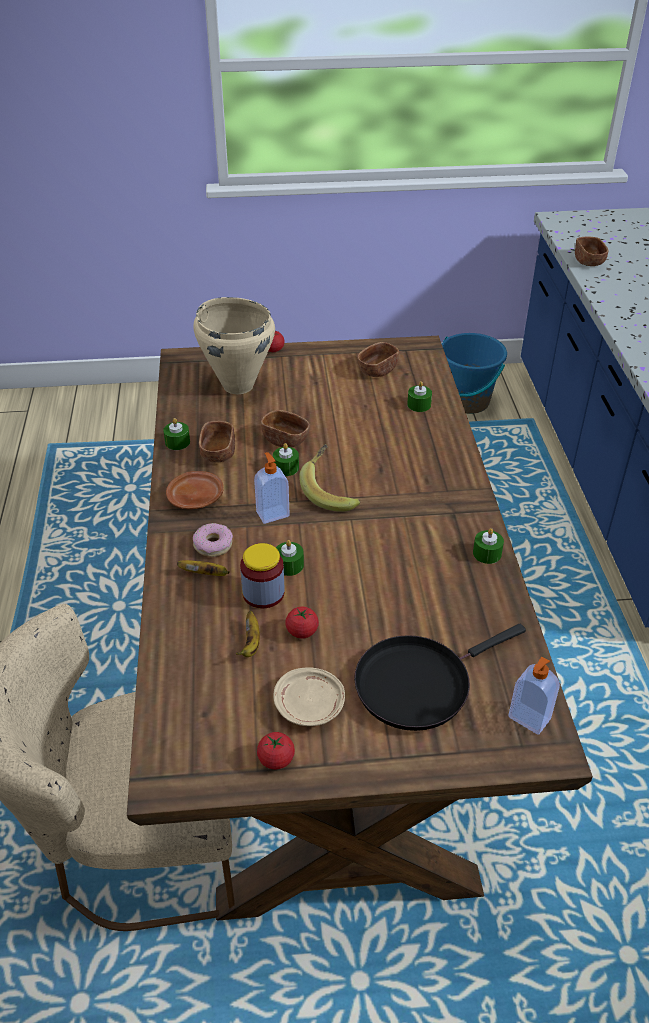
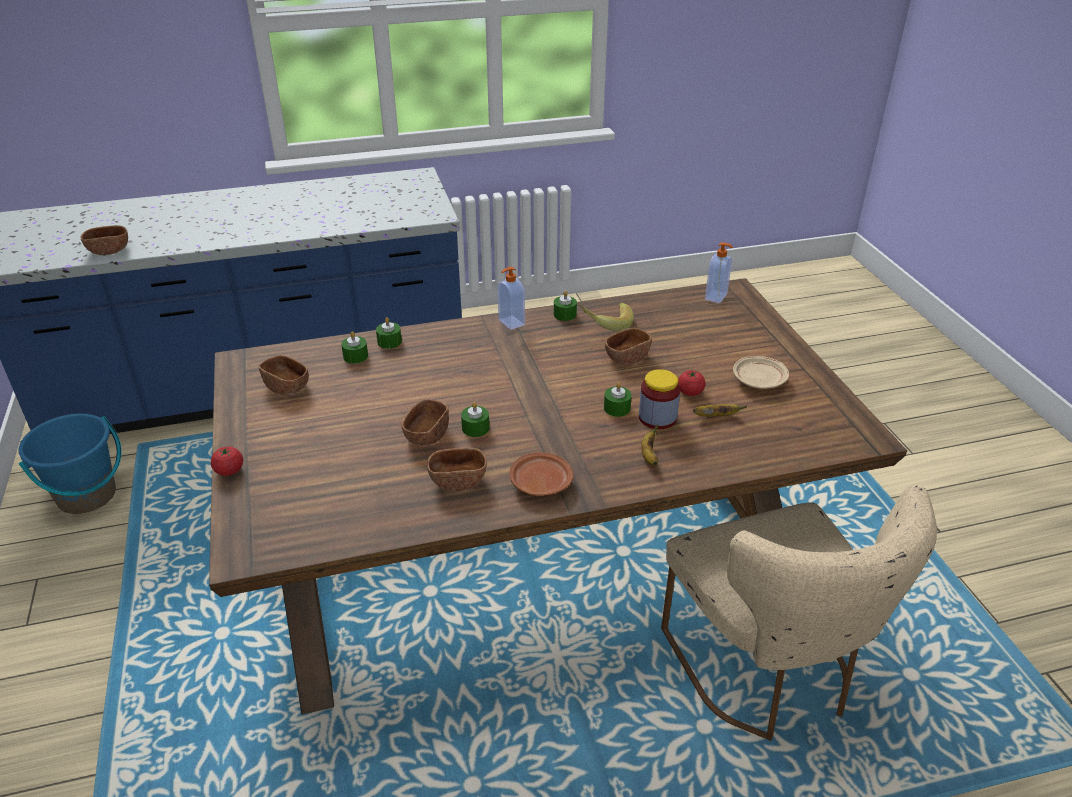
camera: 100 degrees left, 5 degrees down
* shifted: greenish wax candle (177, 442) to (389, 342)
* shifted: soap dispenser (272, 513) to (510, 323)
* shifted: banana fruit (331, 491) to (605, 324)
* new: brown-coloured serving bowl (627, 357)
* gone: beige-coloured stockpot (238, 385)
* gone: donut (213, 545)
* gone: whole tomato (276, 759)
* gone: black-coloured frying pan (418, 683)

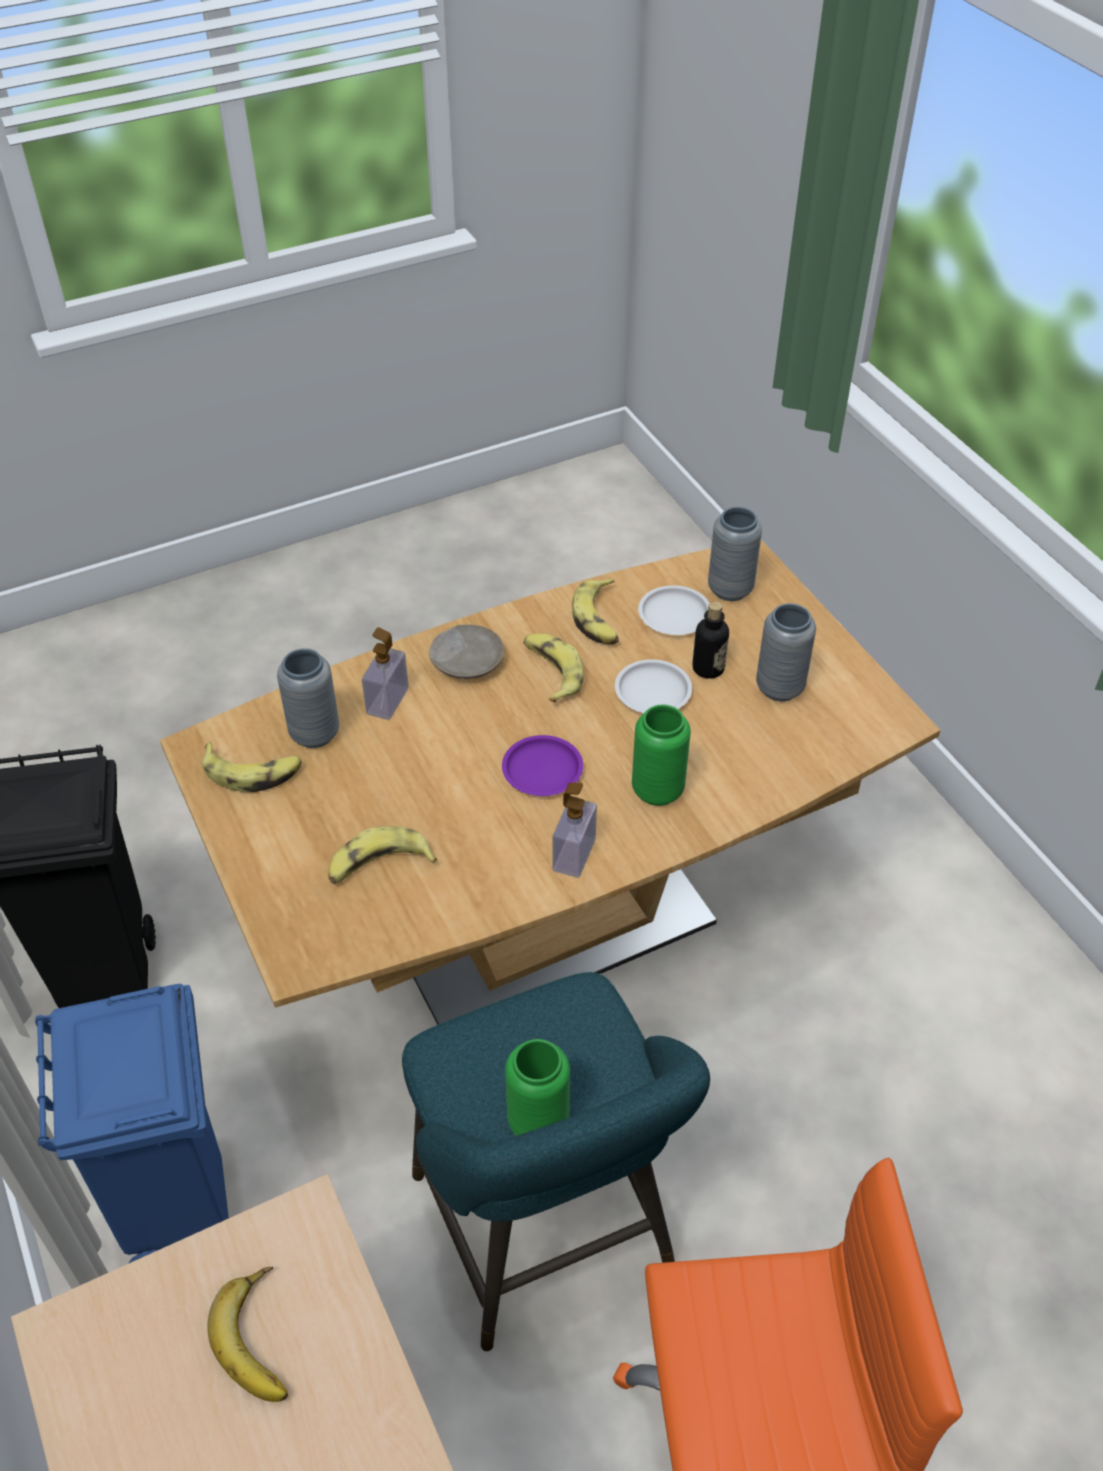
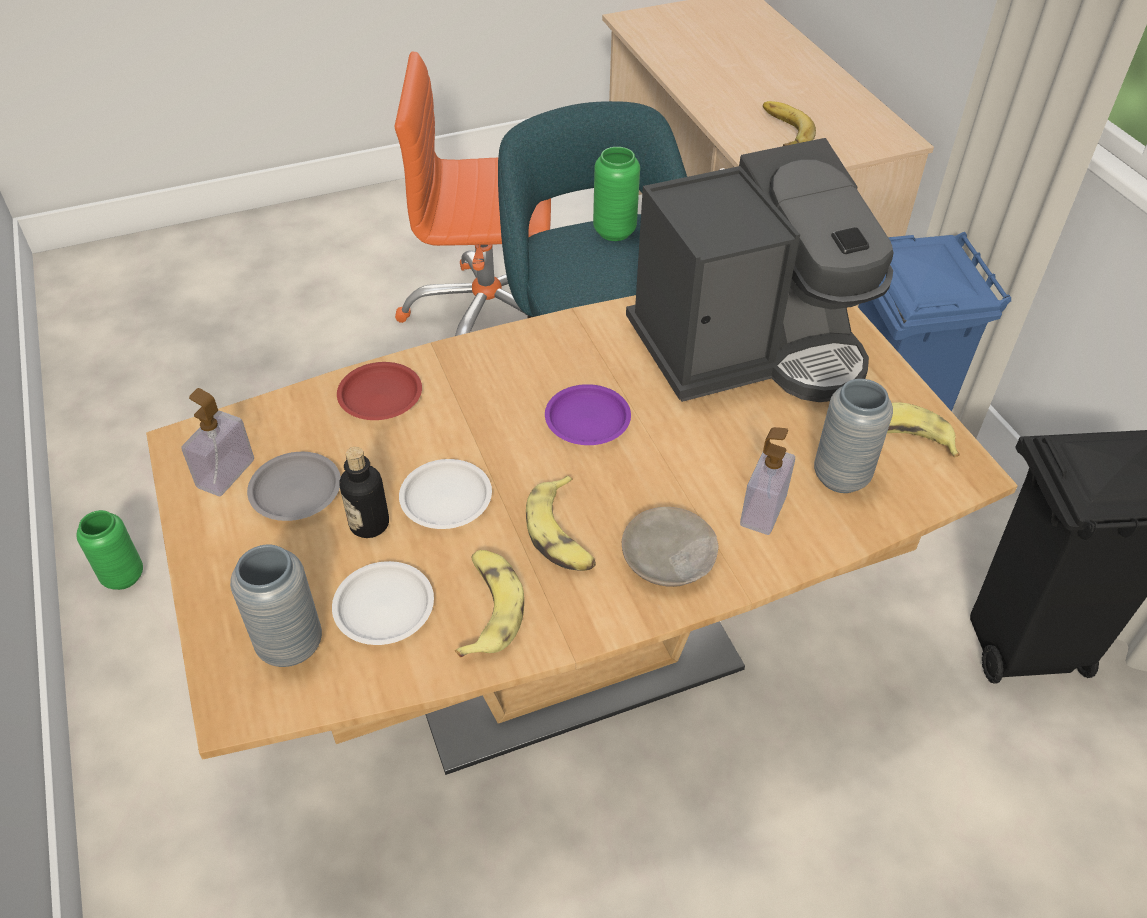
camera: 175 degrees left, 0 degrees up
* shifted: greenish decorative vase (657, 791) to (123, 576)
* shifted: soap dispenser (574, 855) to (226, 473)
* swapped: greyish decorative vase (779, 688) to greyish flat dish (295, 491)
* new: red-coloured flat dish (380, 395)
* swapped: banana fruit (378, 865) to coffee brewer (749, 347)

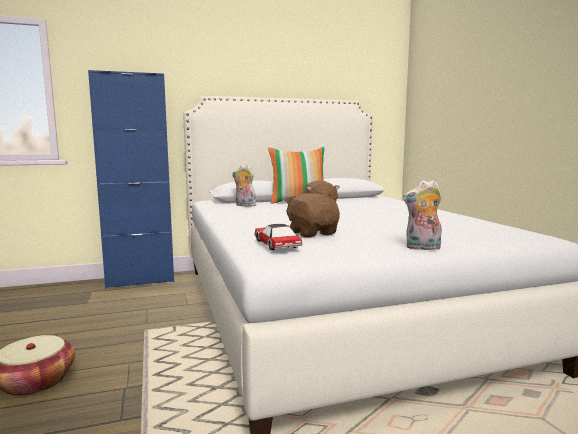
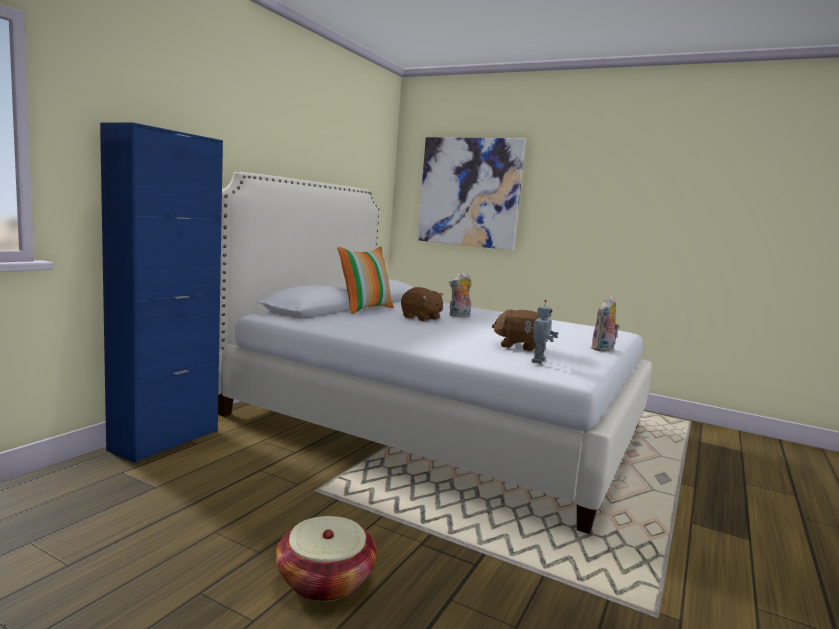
camera: 45 degrees left, 0 degrees up
* new: picture (469, 192)
* shifted: soft toy (244, 205) to (459, 316)
* swapped: model car (277, 244) to toy robot (537, 361)

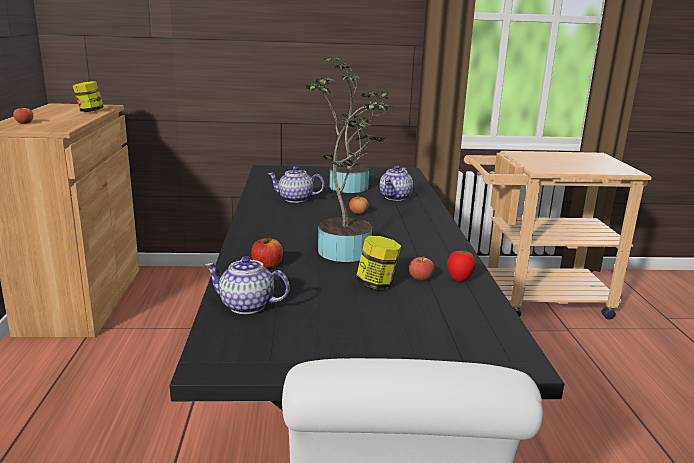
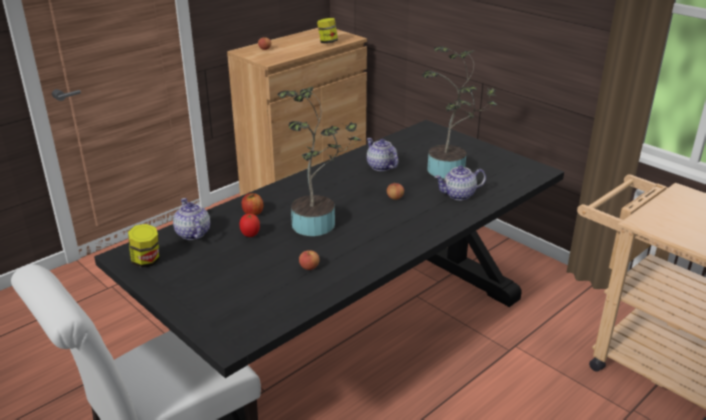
camera: 50 degrees right, 10 degrees up
* shifted: preserve jar (377, 284) to (146, 261)
* shifted: whole tomato (459, 279) to (250, 235)

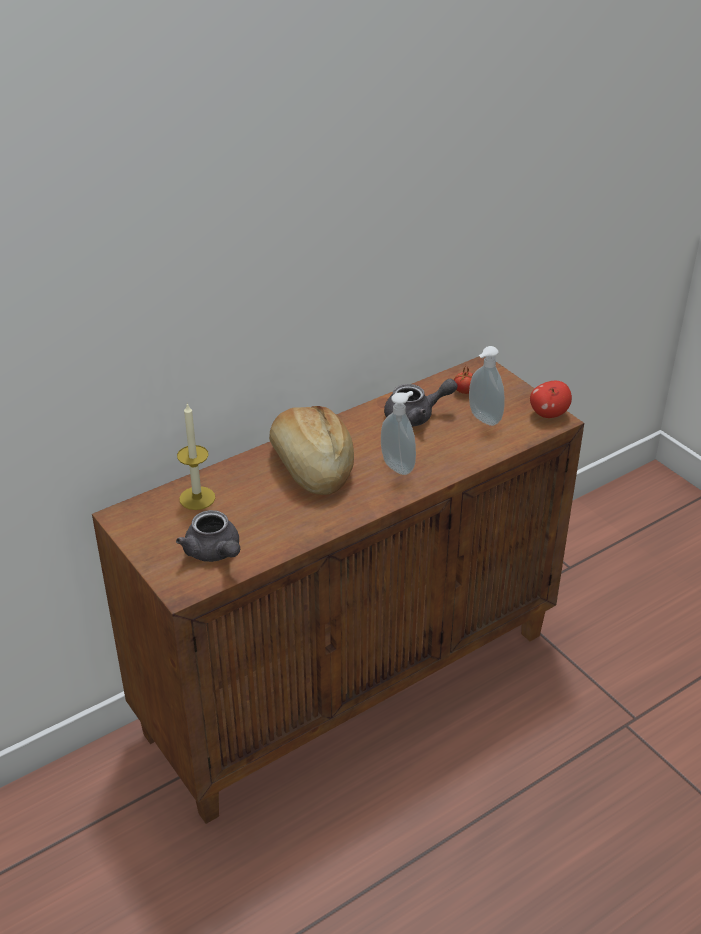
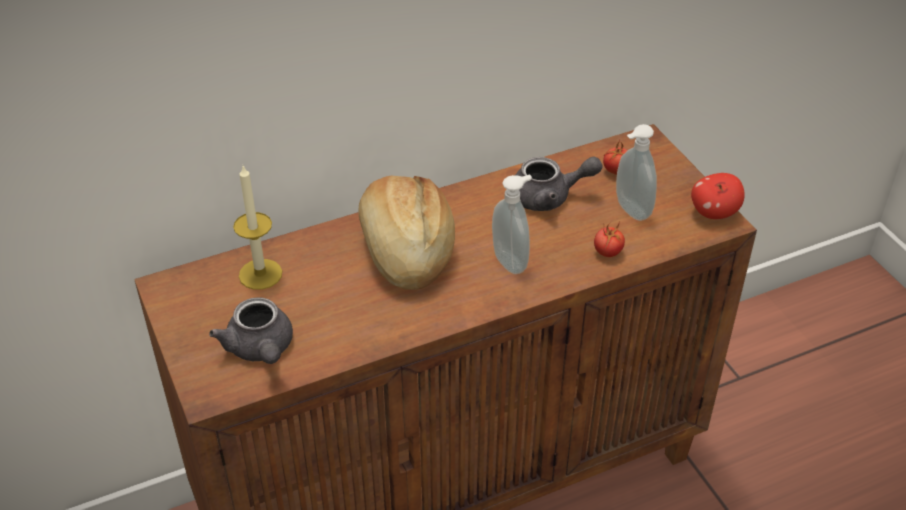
camera: 10 degrees right, 5 degrees up
* new: whole tomato (607, 252)

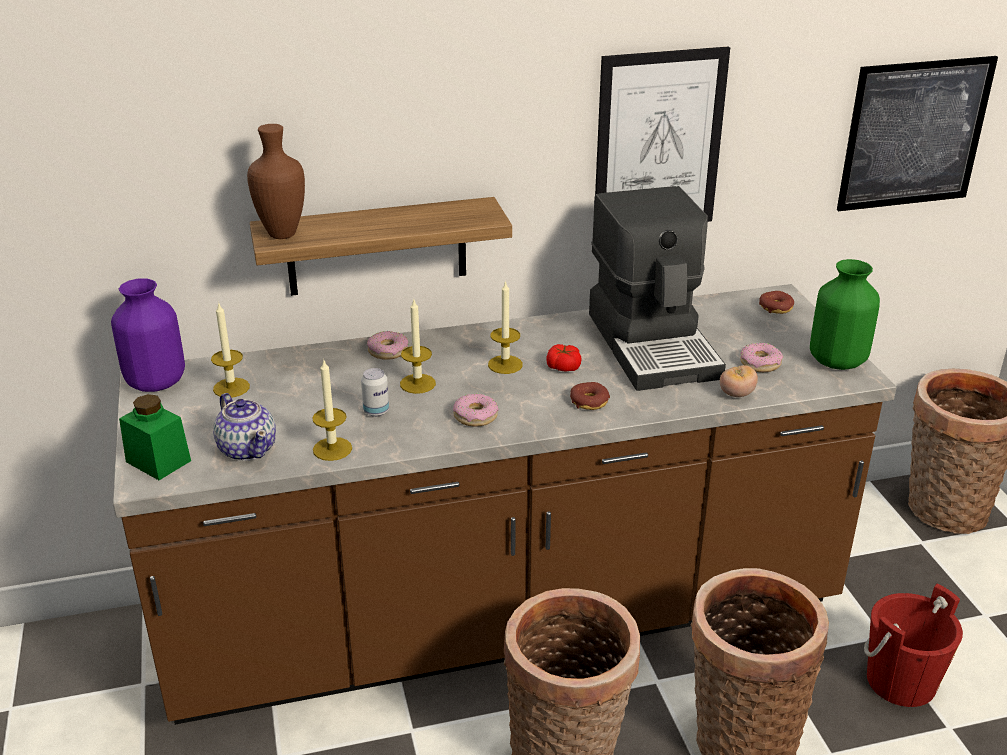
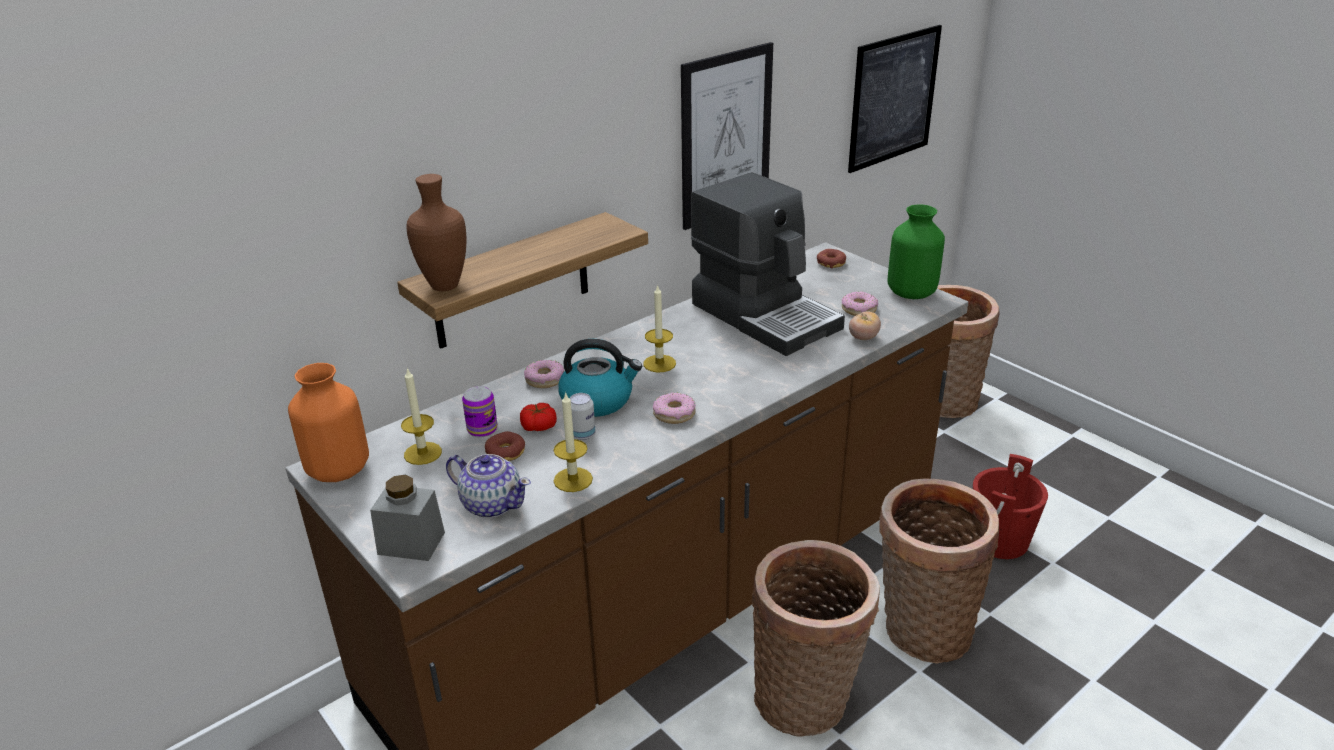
camera: 25 degrees left, 0 degrees up
* repainted: purplish decorative vase (156, 381) to orangey decorative vase (338, 469)
* repainted: greenish preserve jar (158, 461) to greyish preserve jar (411, 543)
* new: can (482, 429)
* shifted: donut (589, 401) to (506, 452)
* shifted: whole tomato (563, 367) to (539, 426)
* swapped: wax candle (417, 383) to kettle (598, 400)

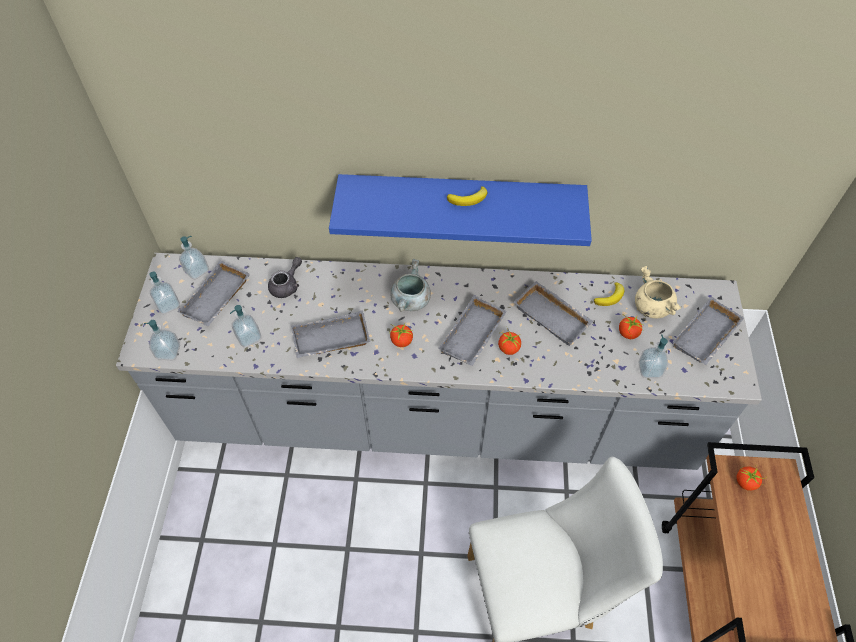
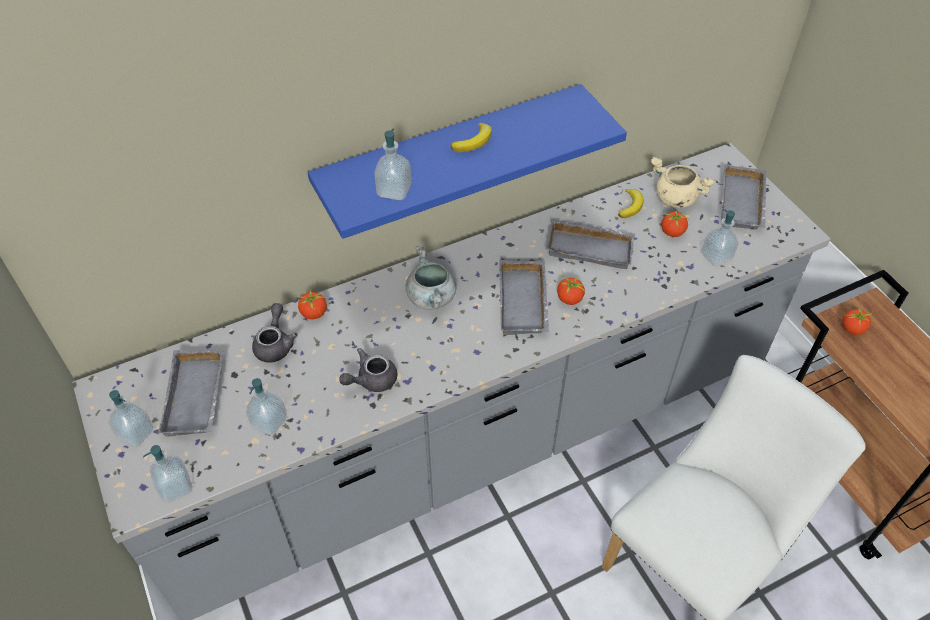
camera: 30 degrees left, 5 degrees down
* shifted: whole tomato (401, 341) to (313, 313)
* swapped: greyish carrying tray (330, 341) to greyish pot for tea (371, 380)
* shifted: soap dispenser (197, 270) to (394, 190)

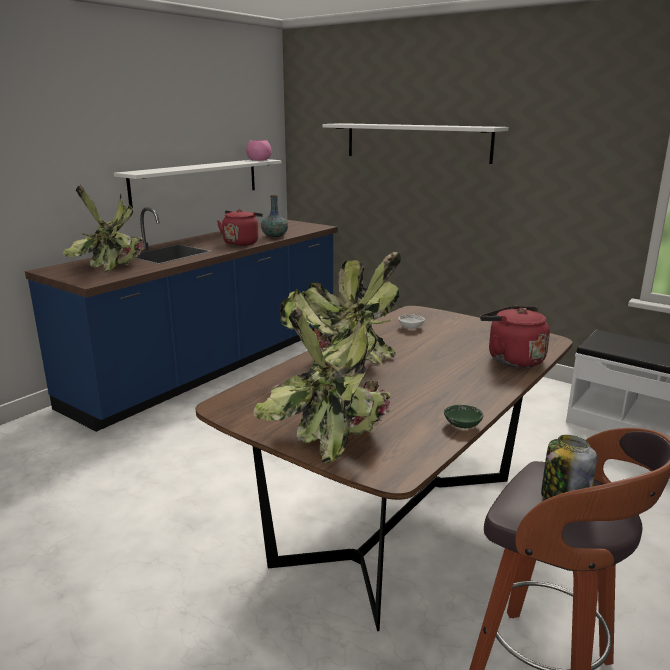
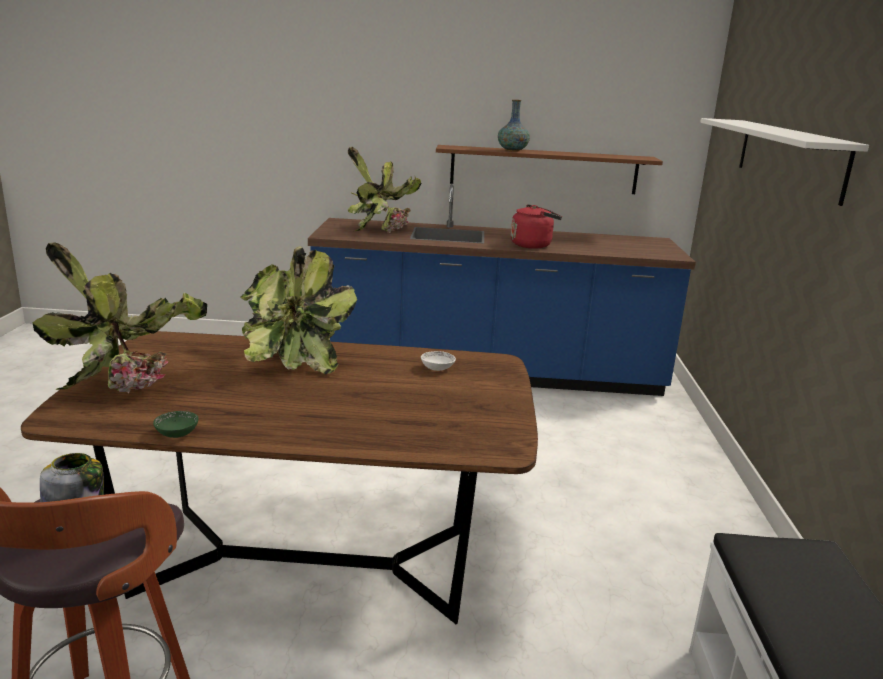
camera: 55 degrees right, 0 degrees up
* repainted: white bracket shelf (196, 181) to brown-coloured bracket shelf (543, 169)
* shifted: decorative vase (274, 237) to (512, 150)
* gone: pink-coloured serving bowl (259, 160)
* gone: red-coloured kettle (512, 359)

